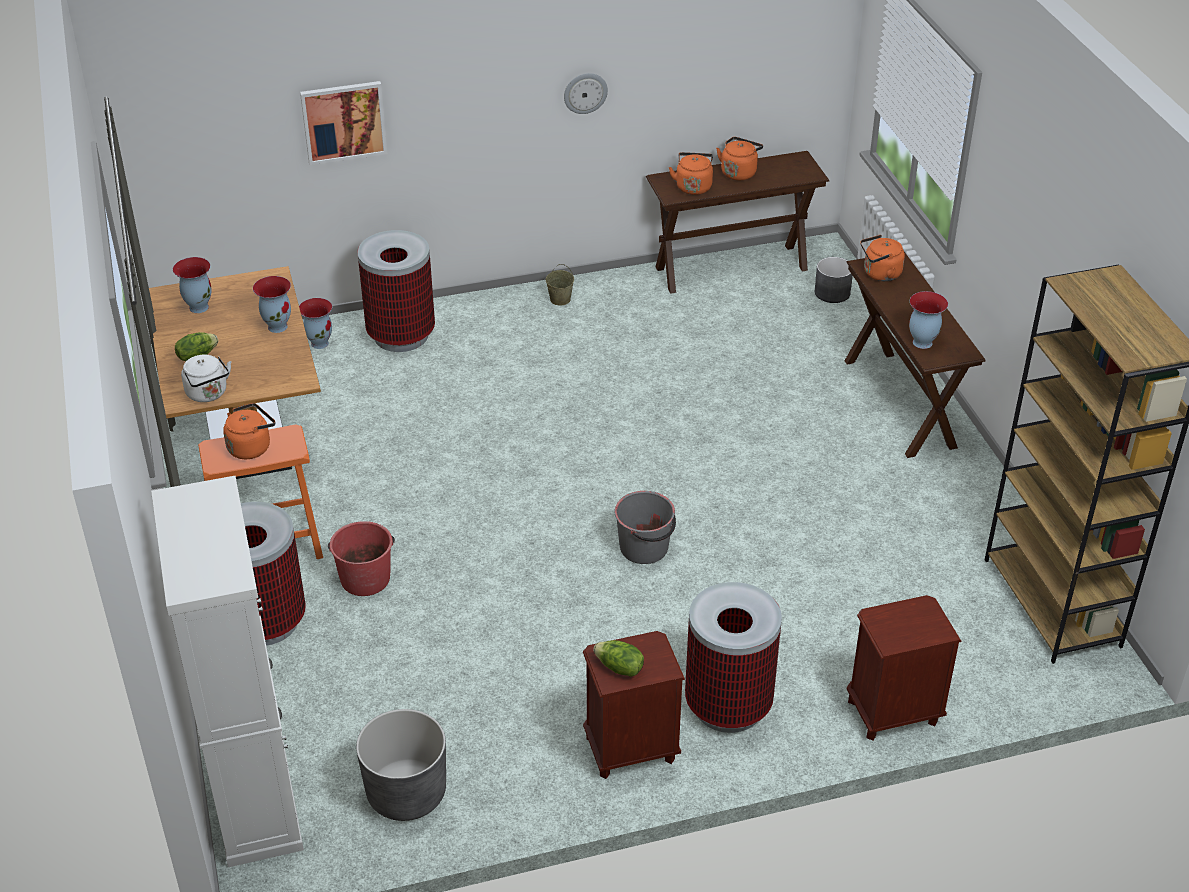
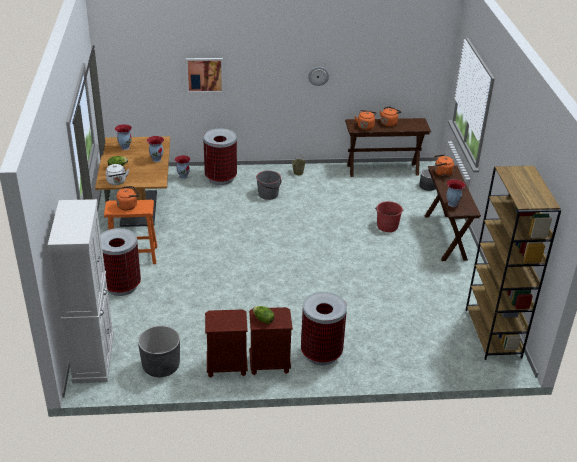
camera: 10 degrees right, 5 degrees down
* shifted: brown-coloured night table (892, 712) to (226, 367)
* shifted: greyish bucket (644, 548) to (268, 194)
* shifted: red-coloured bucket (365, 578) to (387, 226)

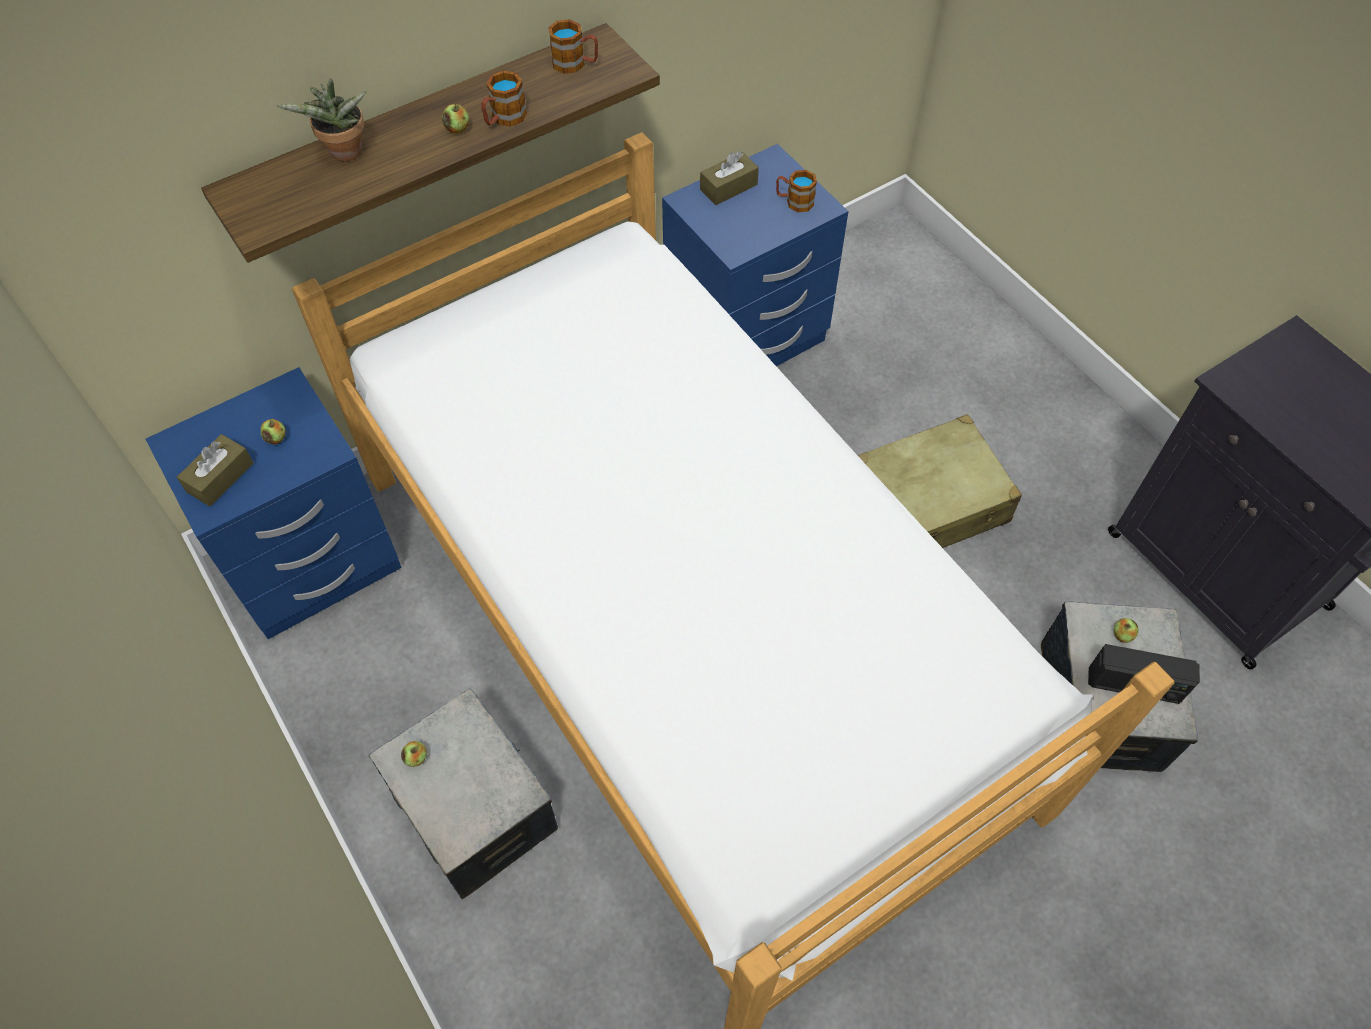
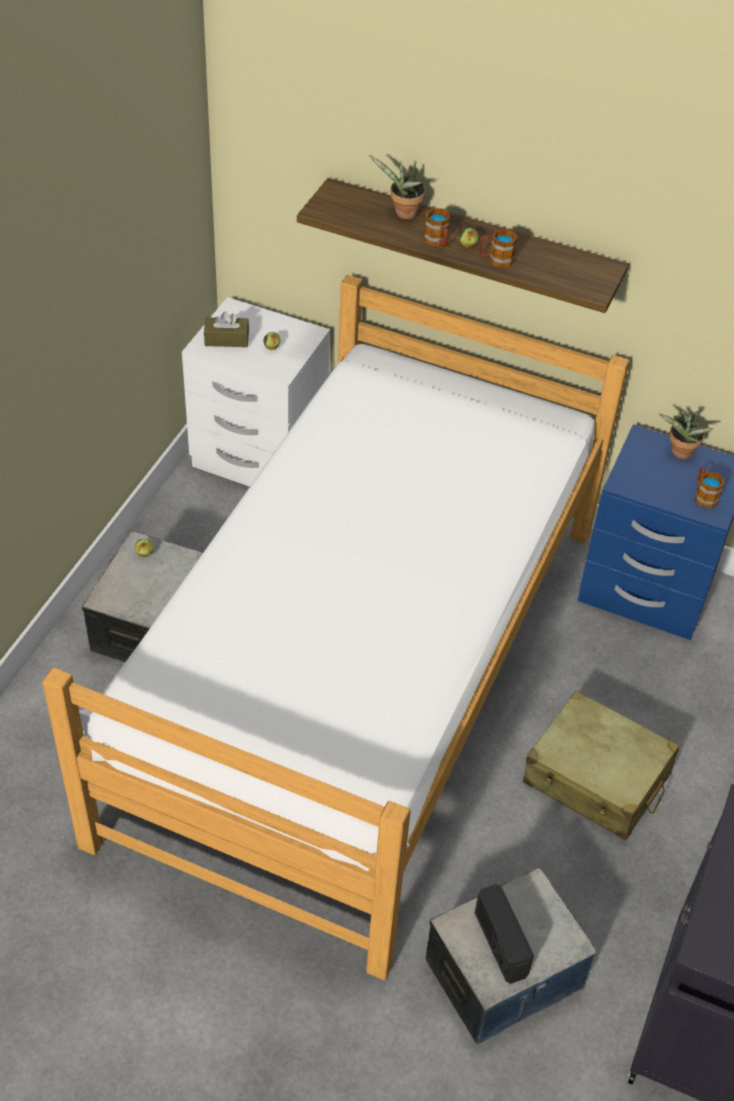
camera: 55 degrees right, 10 degrees down
* repainted: bluish night table (314, 564) to white night table (258, 458)
* shifted: tea mug (575, 64) to (437, 242)
* swapped: brown-coloured box of tissues (728, 187) to potted plant (679, 454)
* gone: apple (1122, 635)

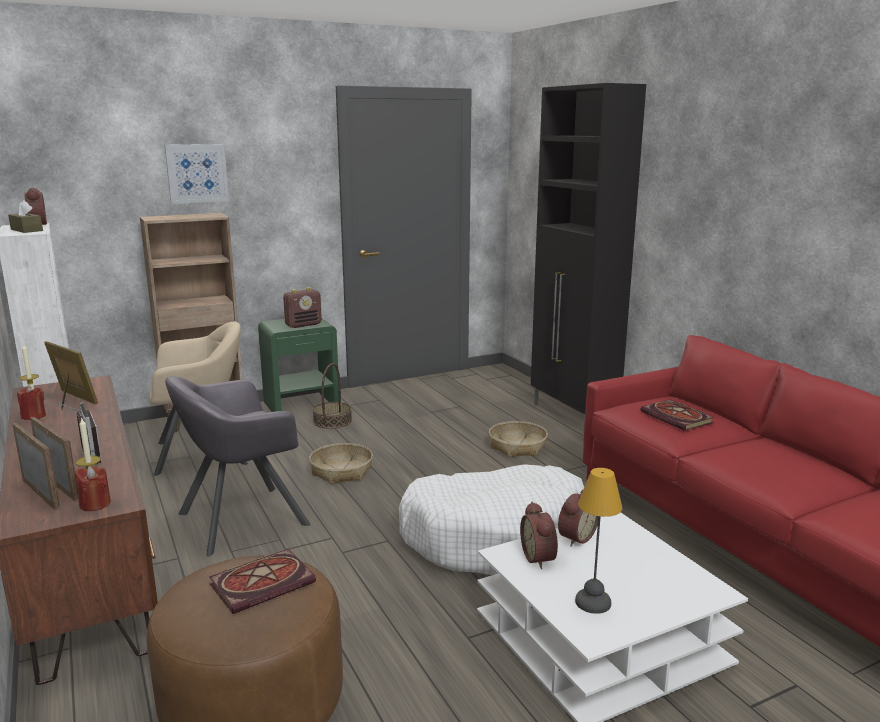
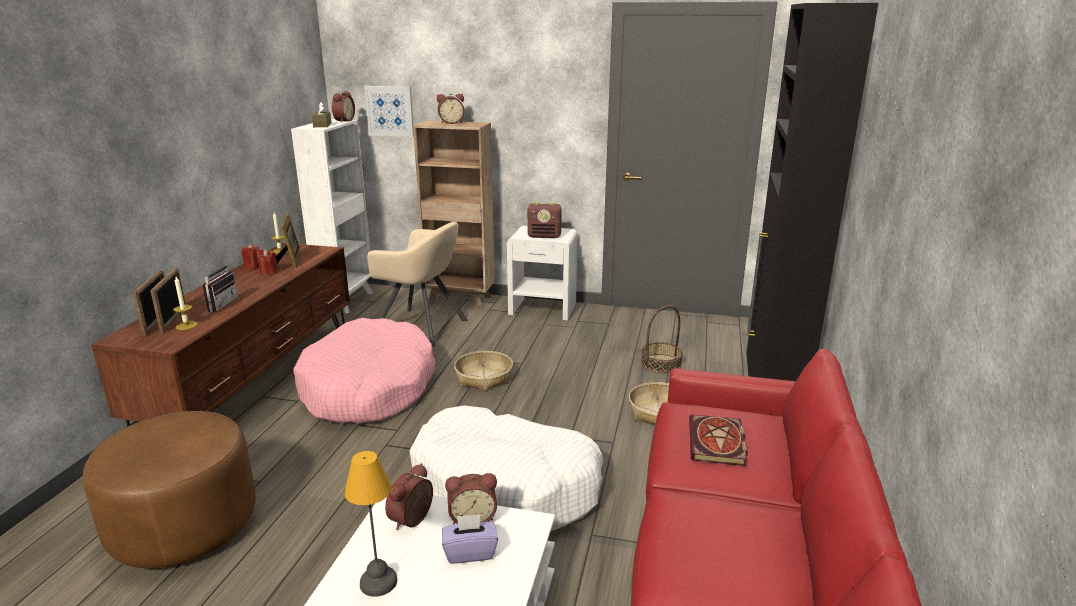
camera: 40 degrees right, 5 degrees up
* shifted: red-coloured wax candle (95, 504) to (268, 272)
* swapped: greyish armchair (242, 519) to pink-coloured pet bed (368, 389)
* shifted: picture (197, 173) to (390, 111)
* new: bedside clock (451, 122)
* new: purplish box of tissues (470, 552)
* repainted: greenish night table (302, 404) to white night table (543, 308)
* shifted: household basket (332, 421) to (661, 363)
* gone: book (264, 582)

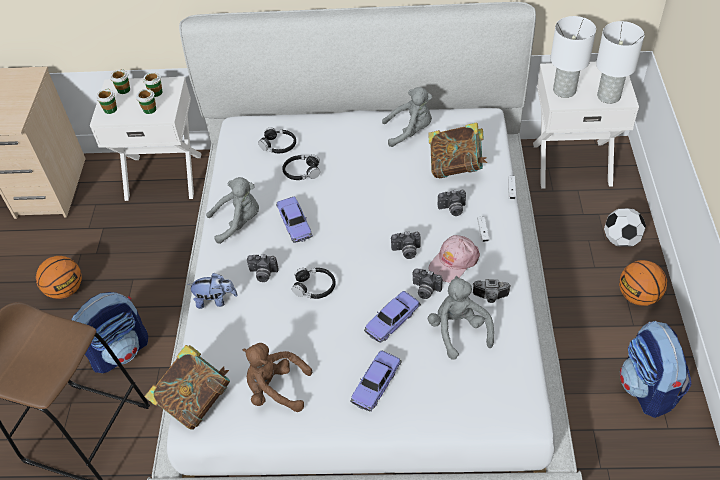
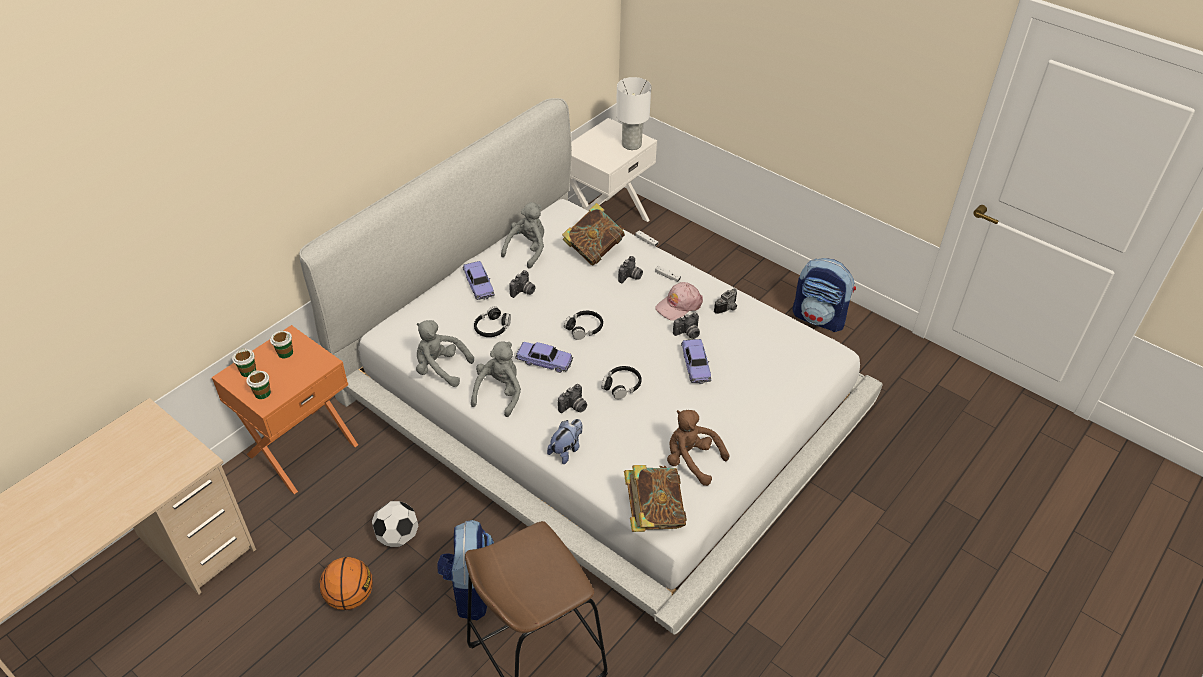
camera: 55 degrees left, 5 degrees down
* repainted: white night table (164, 175) to orangey night table (301, 449)
* shifted: football (621, 240) to (398, 537)
* shifted: greyish soft toy (458, 330) to (440, 368)
* shifted: model car (376, 384) to (479, 285)
* shifted: still camera (406, 251) to (523, 292)
* shifted: black-coloured headphones (279, 145) to (584, 328)
* rotated: pink-coloured peaked cap (453, 262) = (678, 305) 60 degrees clockwise
* rotated: brown-coloured soft toy (276, 389) = (691, 460) 75 degrees clockwise
* gone: small cup (149, 109)
* gone: white tabletop lamp (564, 91)
* gone: basketball (638, 296)

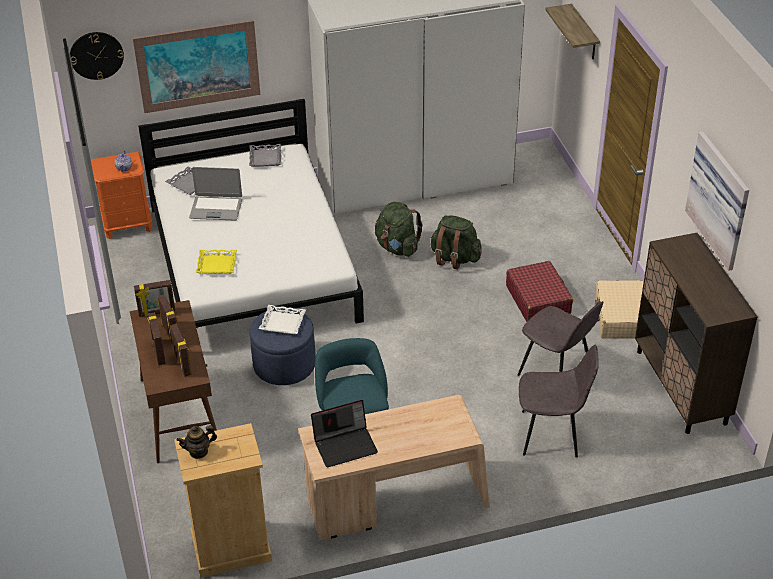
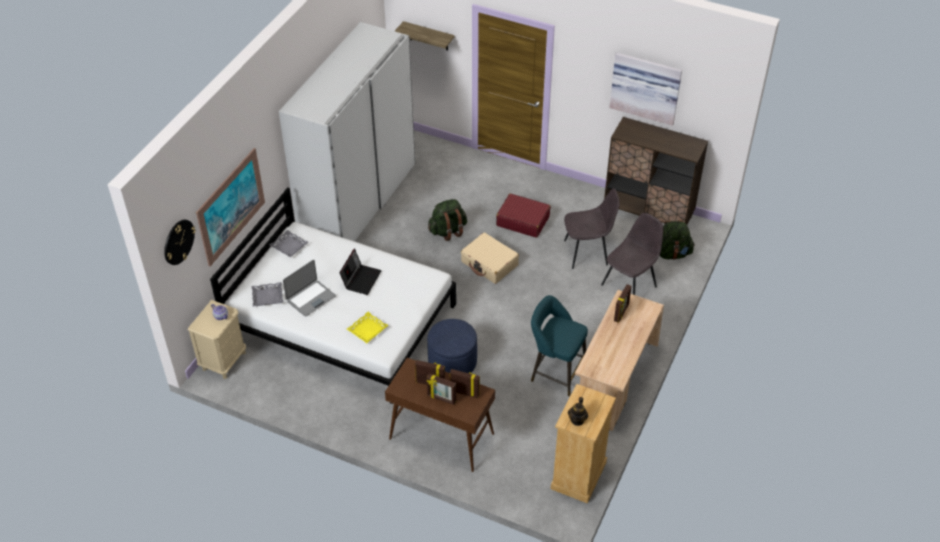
camera: 50 degrees left, 5 degrees up
* repainted: orangey night table (128, 225) to beige-coloured night table (224, 360)
* shifted: notebook computer (345, 444) to (361, 279)
* shifted: beige-coloured piece of luggage (621, 318) to (489, 264)
* shifted: picture frame (157, 312) to (621, 313)
* shifted: greenish rucksack (397, 247) to (671, 253)
* gone: white carrying tray (282, 323)

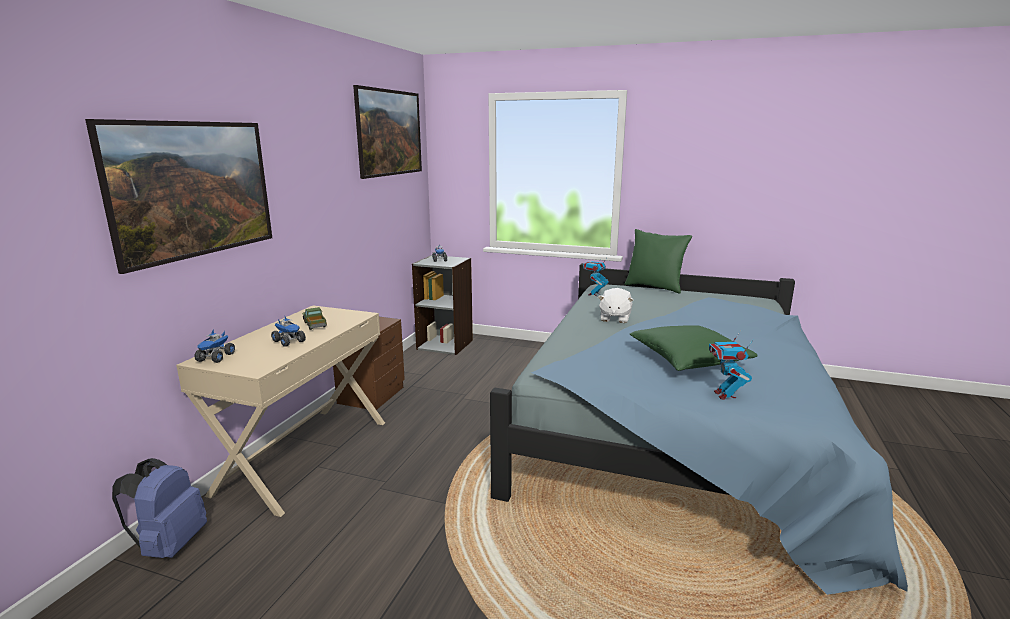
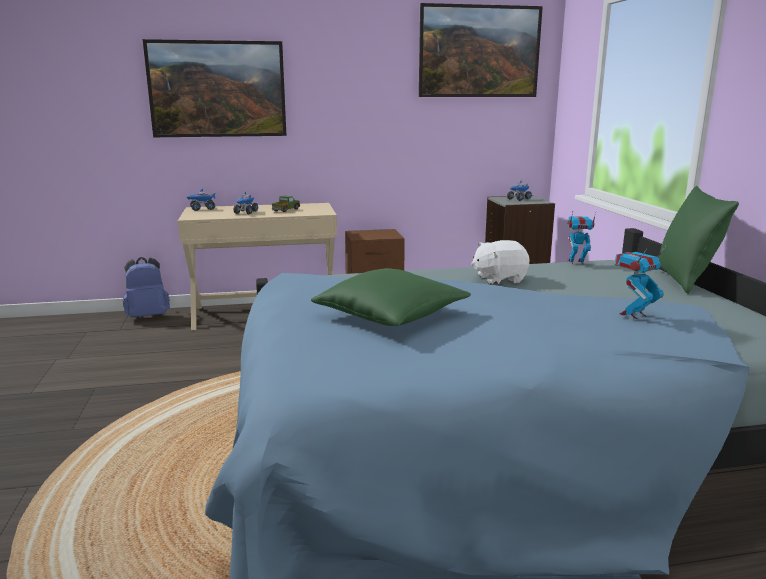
camera: 60 degrees right, 0 degrees up
* shifted: toy robot (725, 395) to (633, 314)

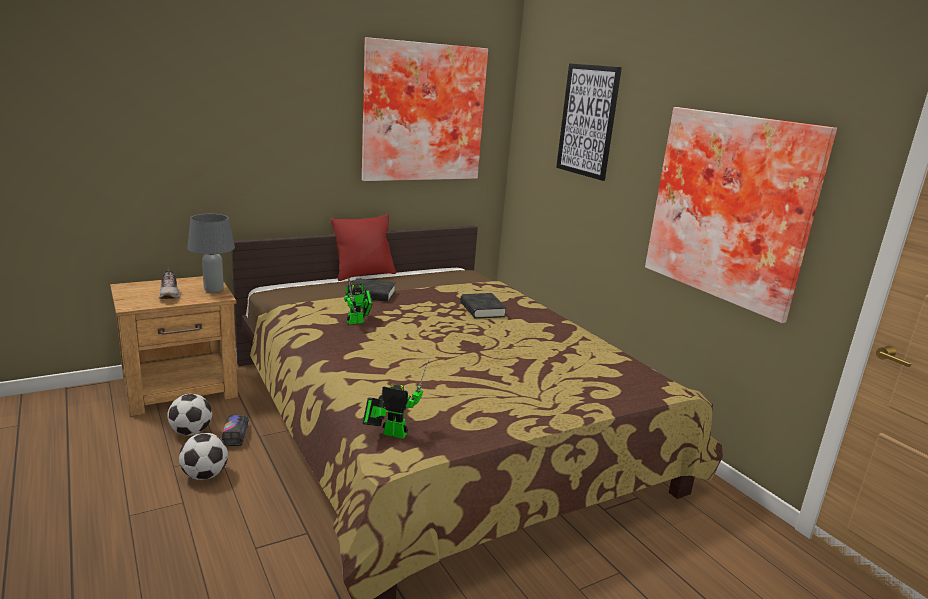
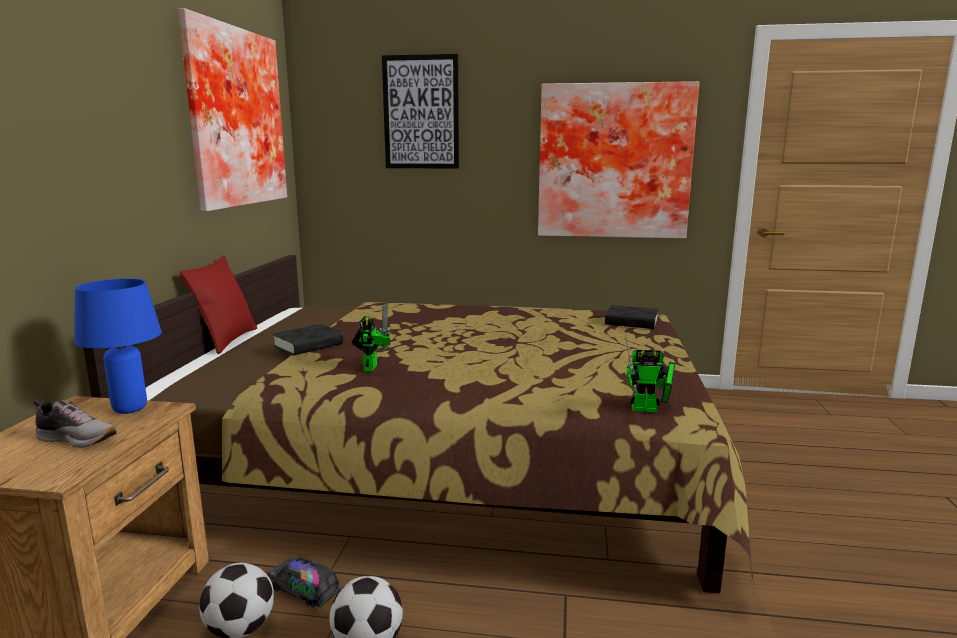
camera: 50 degrees left, 5 degrees down
* repainted: greyish tabletop lamp (214, 290) to bluish tabletop lamp (130, 408)
* shifted: black-coloured book (482, 310) to (631, 322)
* rotated: toy robot (391, 433) = (649, 409) 135 degrees counterclockwise

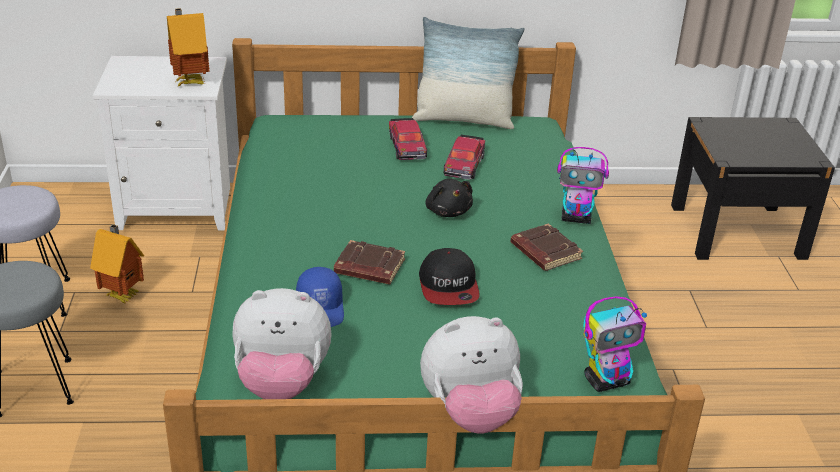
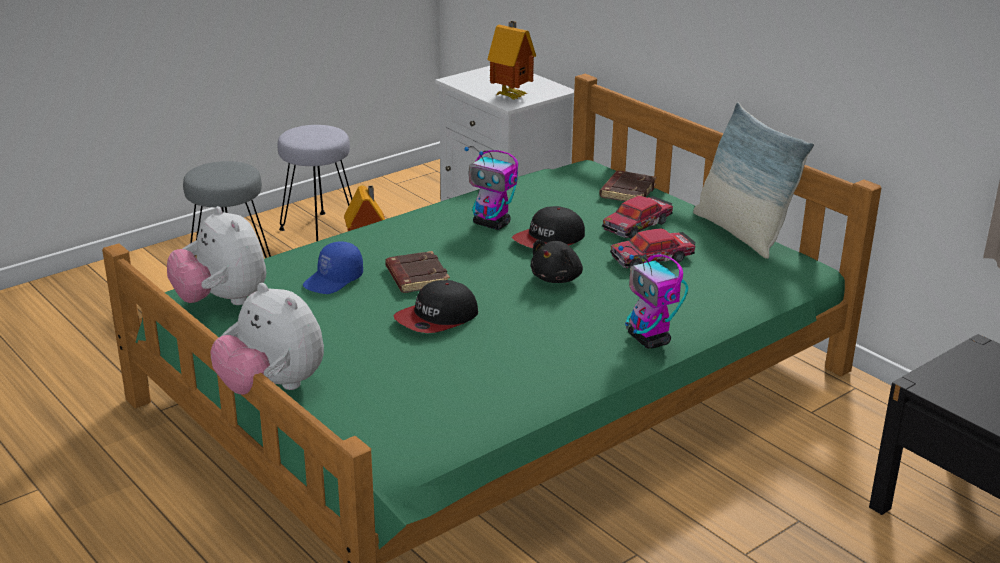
camera: 55 degrees right, 5 degrees down
* shifted: toy robot (607, 381) to (492, 224)
* new: peaked cap (549, 240)
* shifted: brown-coloured book (544, 252) to (627, 192)

